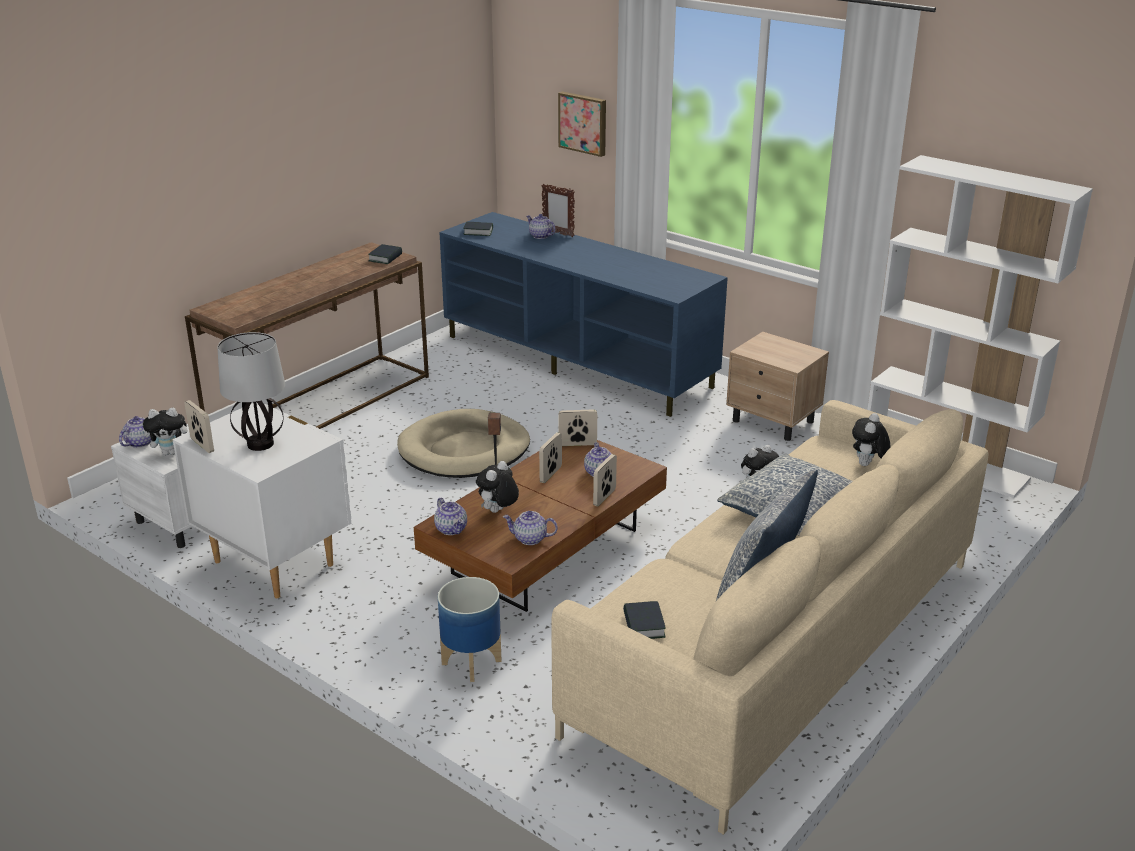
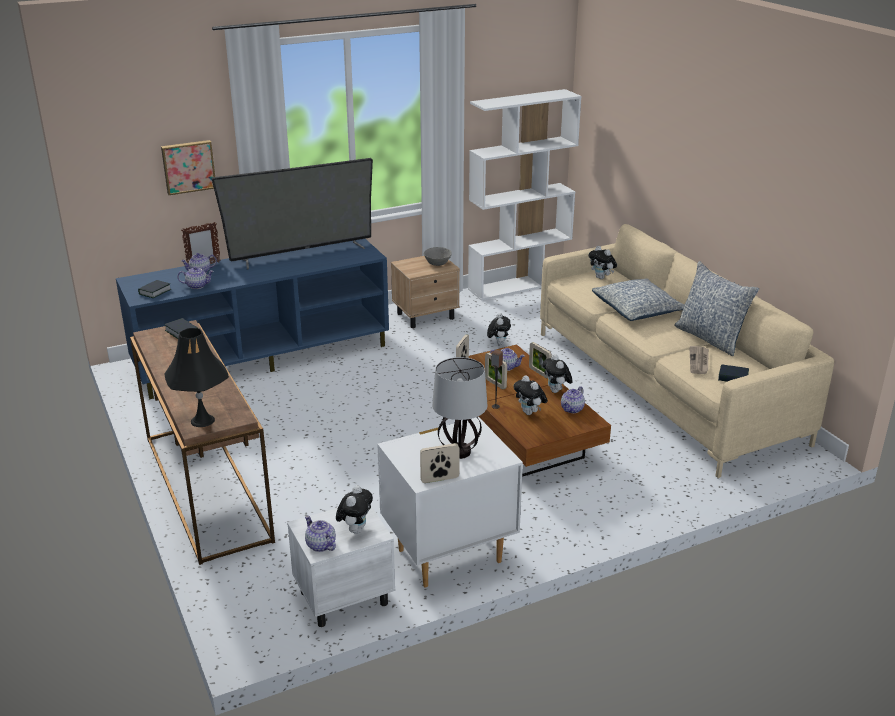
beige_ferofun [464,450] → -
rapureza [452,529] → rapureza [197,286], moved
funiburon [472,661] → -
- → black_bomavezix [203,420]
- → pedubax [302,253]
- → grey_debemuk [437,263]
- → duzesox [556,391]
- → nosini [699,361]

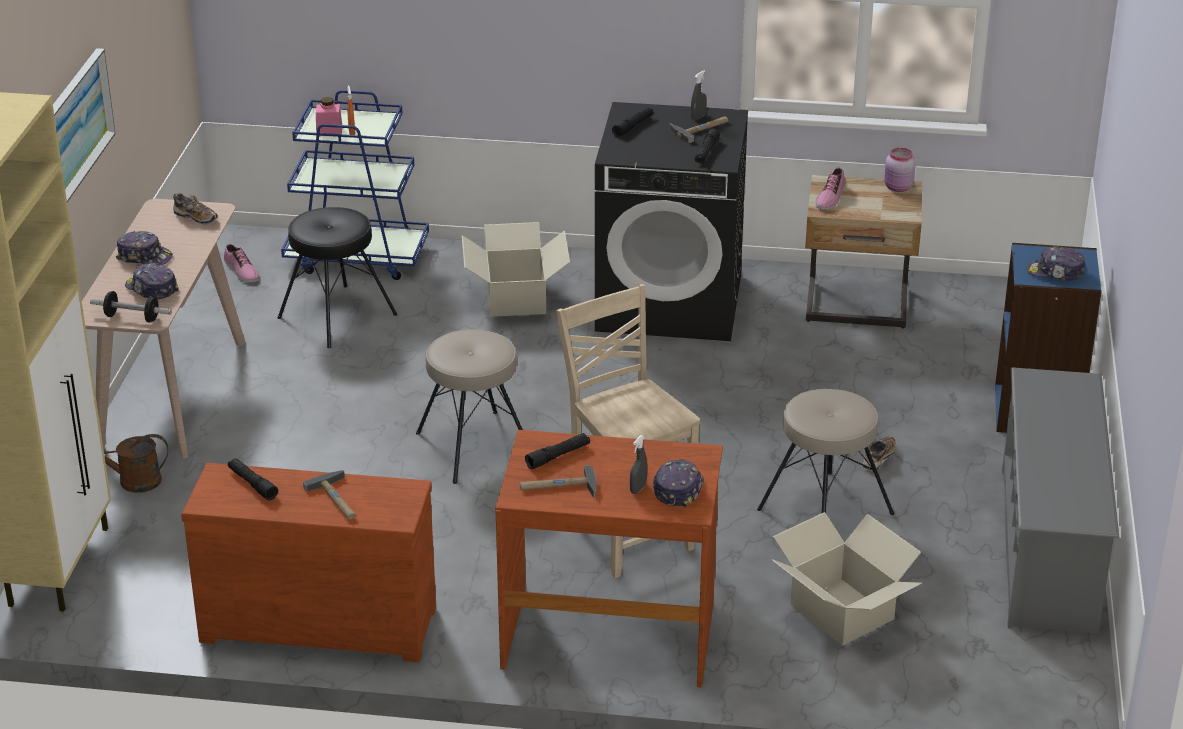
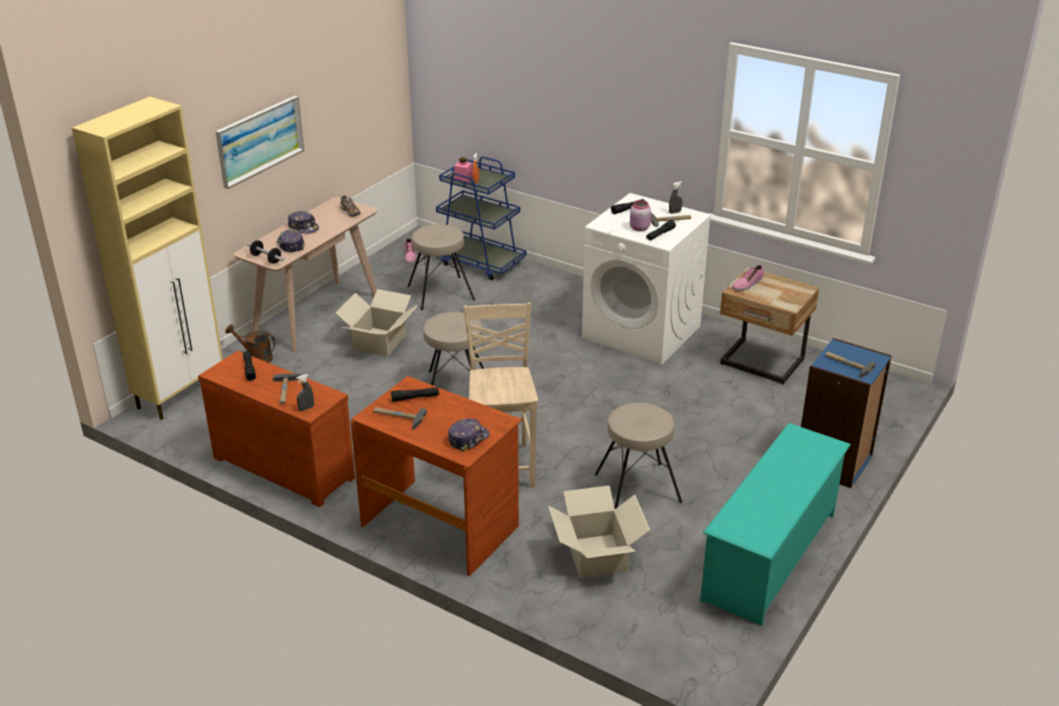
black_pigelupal [336,316] → beige_pigelupal [440,292]
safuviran [517,298] → safuviran [380,342], moved
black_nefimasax [670,303] → white_nefimasax [642,332]
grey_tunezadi [638,489] → grey_tunezadi [306,408], moved
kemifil [878,458] → -
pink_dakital [898,188] → pink_dakital [639,228], moved
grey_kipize [1047,548] → turquoise_kipize [770,556]
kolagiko [1055,273] → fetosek [847,365]

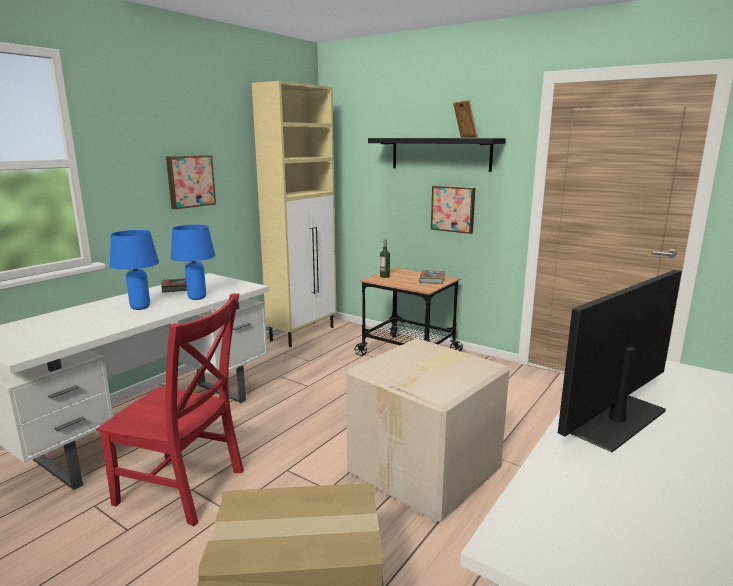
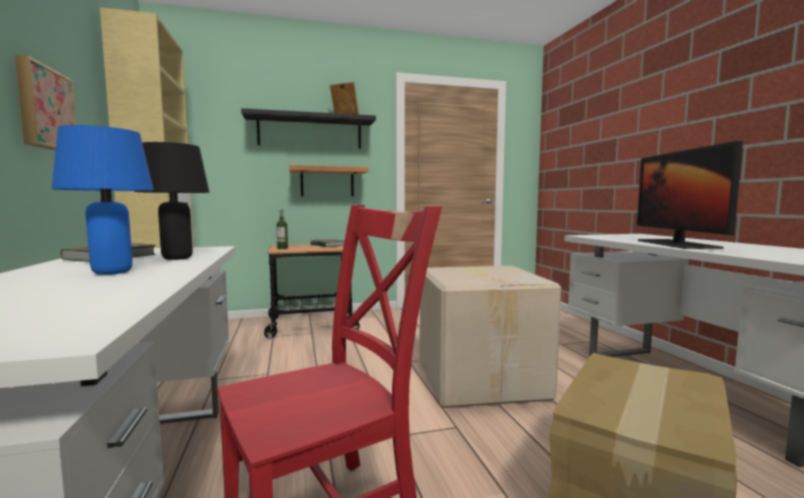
blue_bomavezix [197,298] → black_bomavezix [177,258]
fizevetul [453,208] → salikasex [327,182]

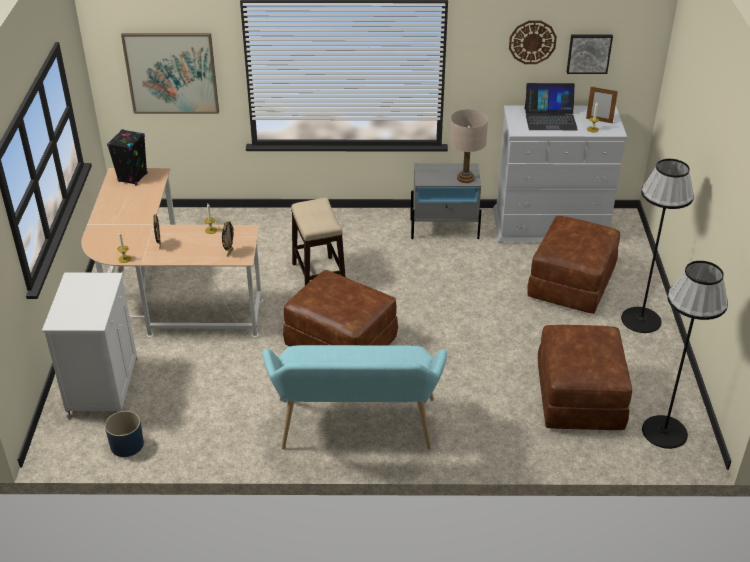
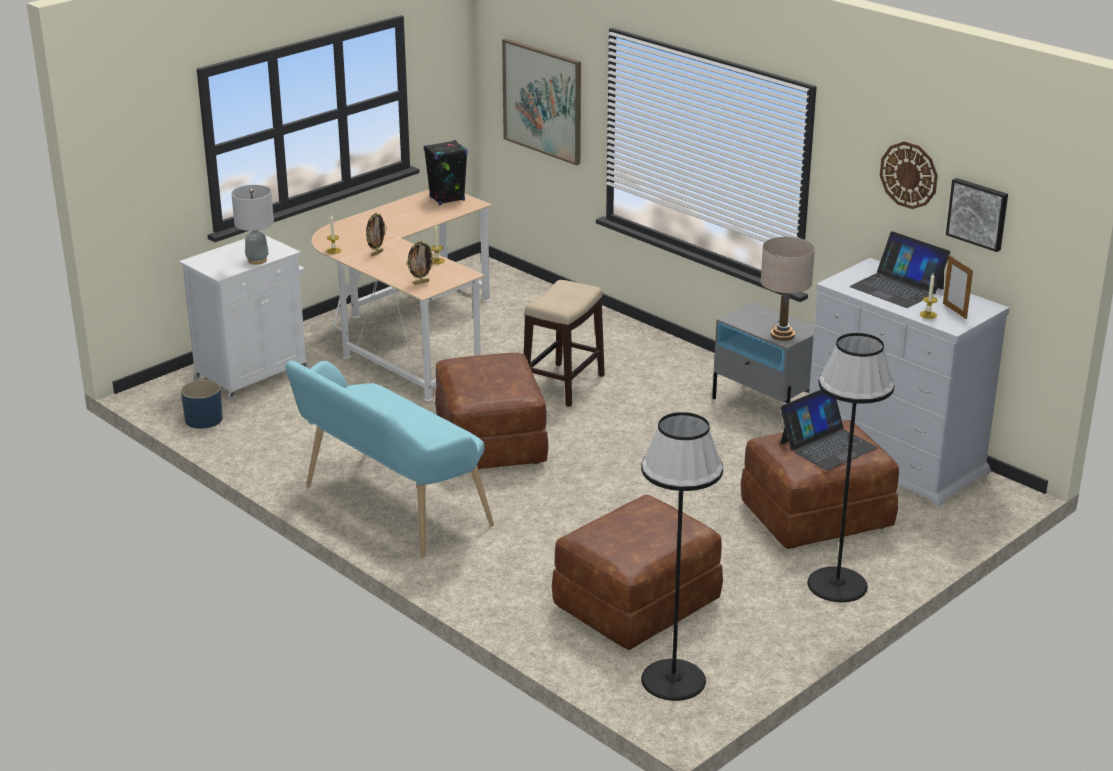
- → grey_bomavezix [257,260]
- → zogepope [827,445]

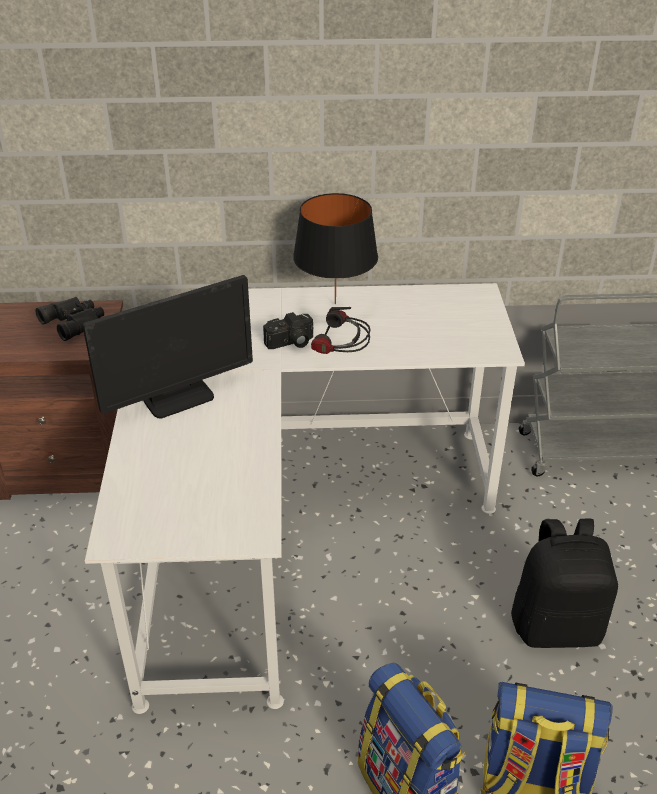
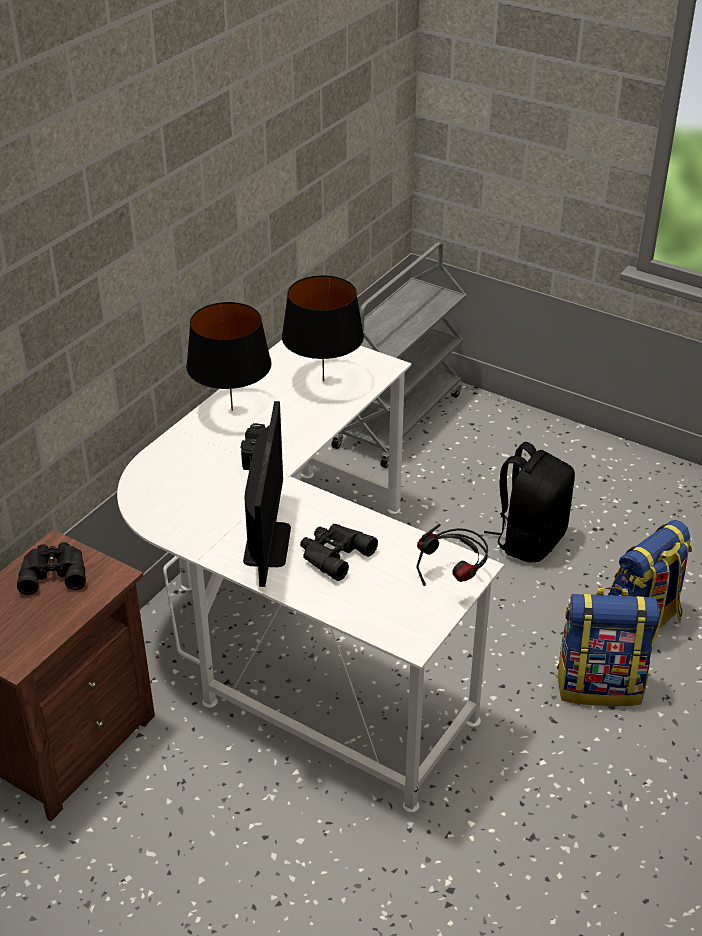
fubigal [341,361] → fubigal [454,579], moved
- → black_bomavezix [323,381]
- → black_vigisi [333,554]

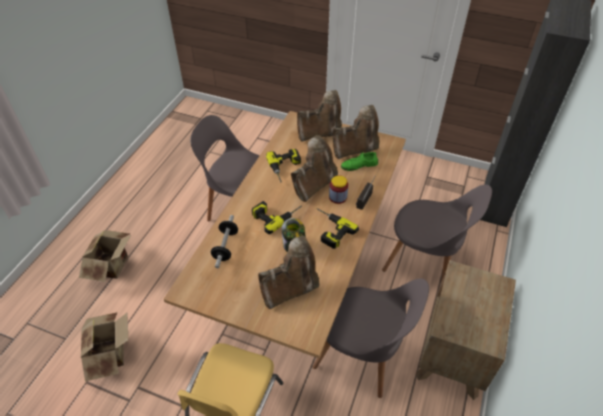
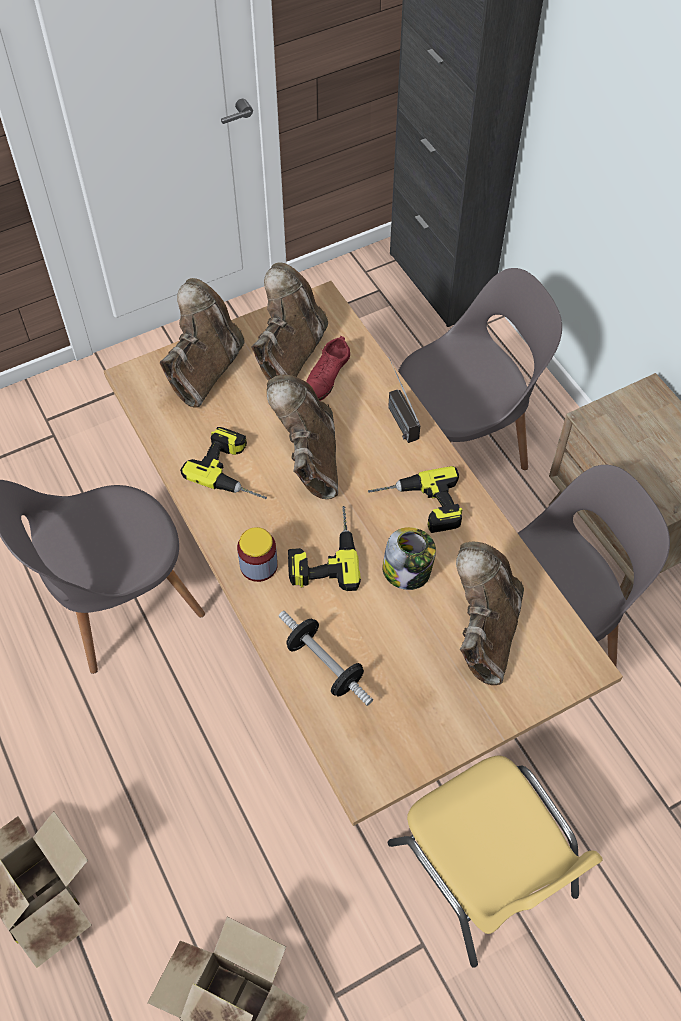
dakital [338,197] → dakital [258,565], moved
green_kemifil [359,165] → red_kemifil [327,375]

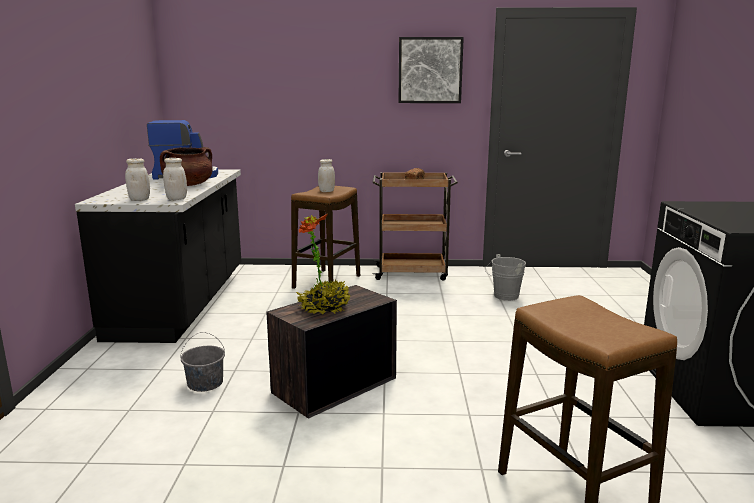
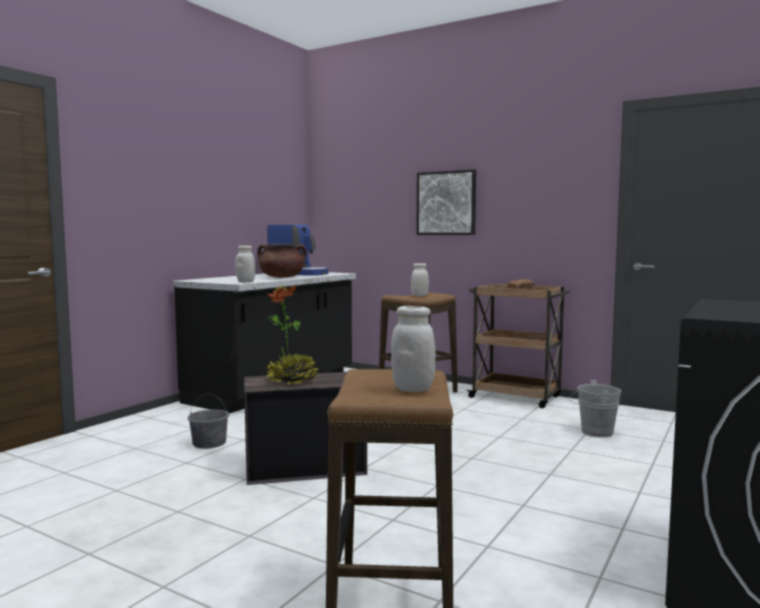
white_dakital [139,199] → white_dakital [413,389], moved
fizevetul [430,70] → fizevetul [446,203], moved

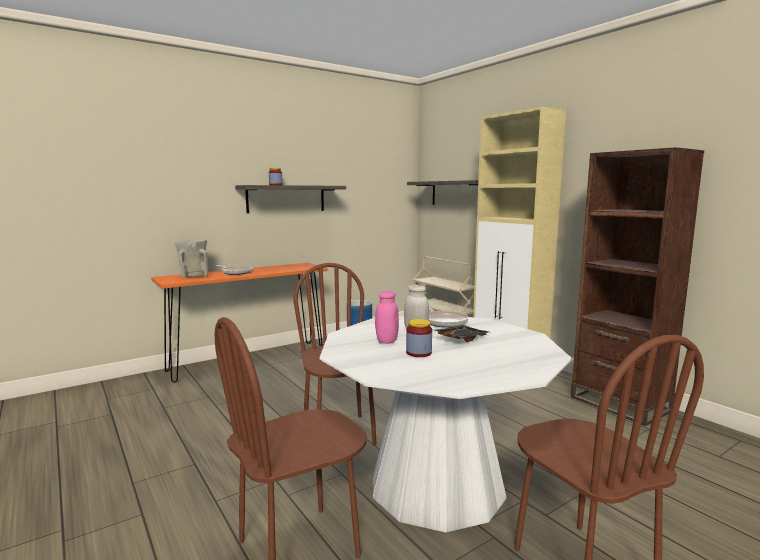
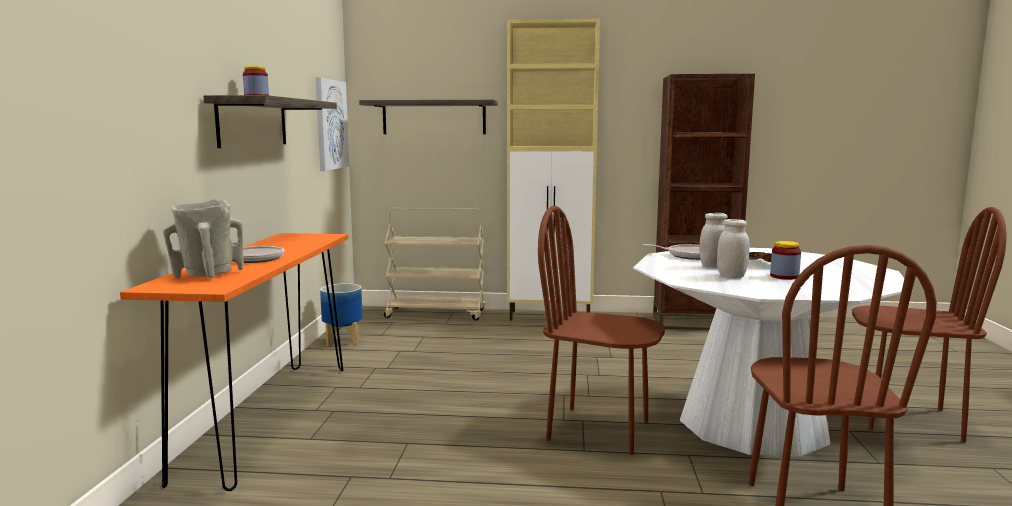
pink_dakital [386,341] → white_dakital [731,276]
- → fizevetul [331,124]

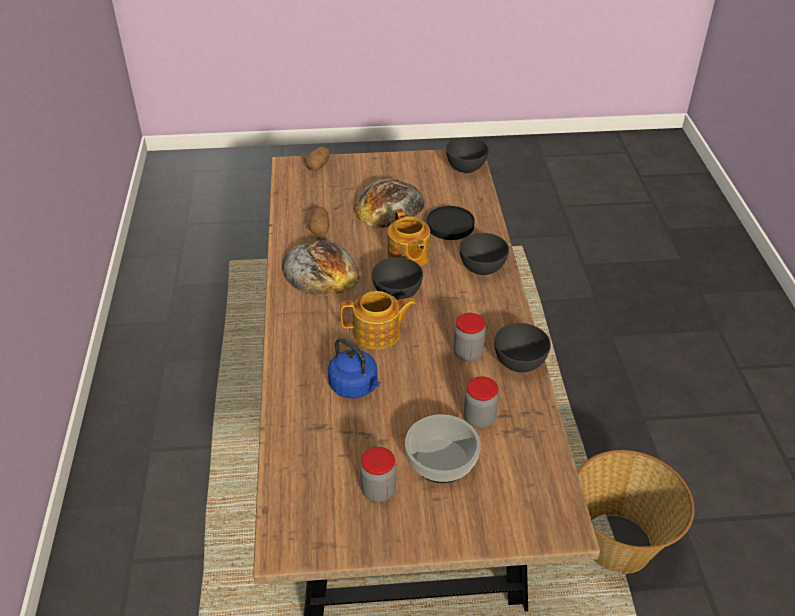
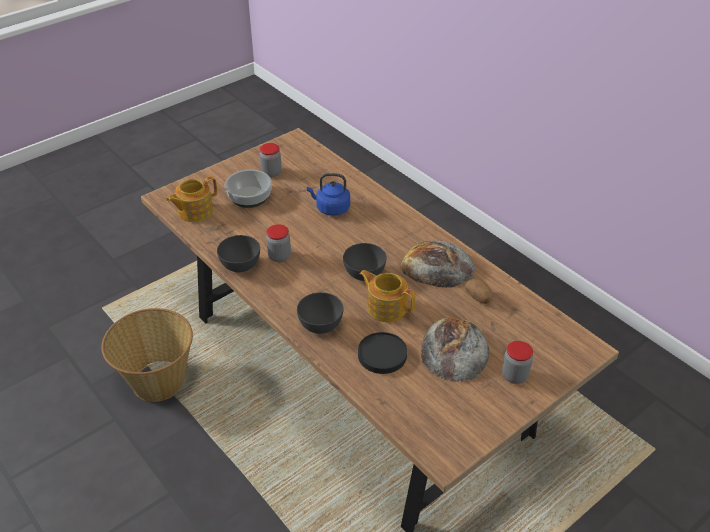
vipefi [318,166] → -
rapureza [378,333] → rapureza [194,211], moved
grey_debemuk [465,168] → -
dakital [479,419] → dakital [514,376], moved

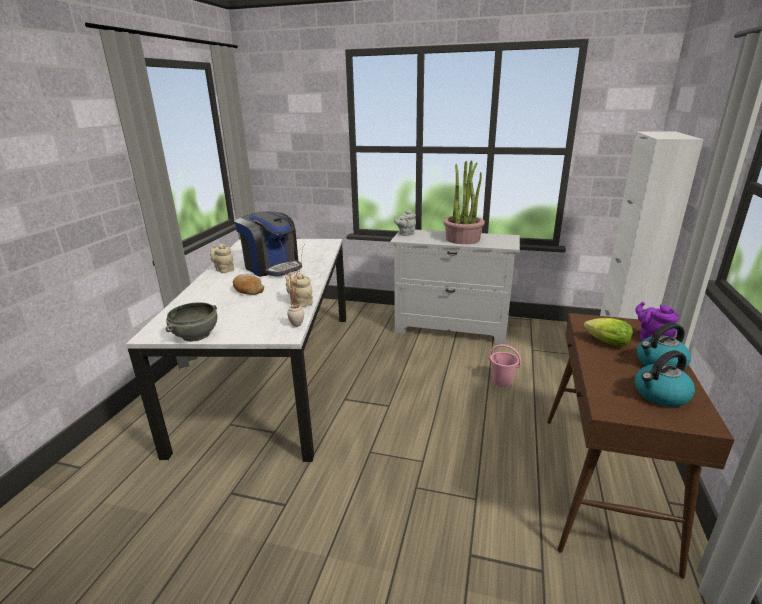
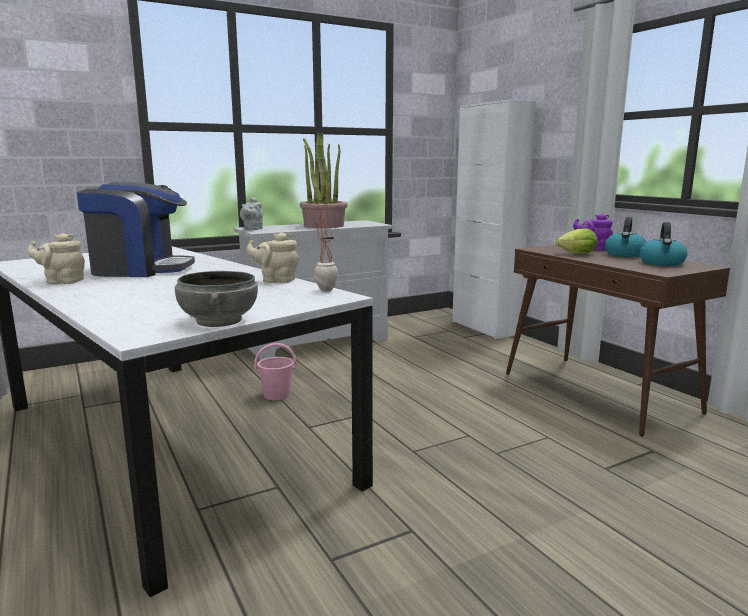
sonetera [248,290] → -
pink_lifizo [502,381] → pink_lifizo [277,395], moved

